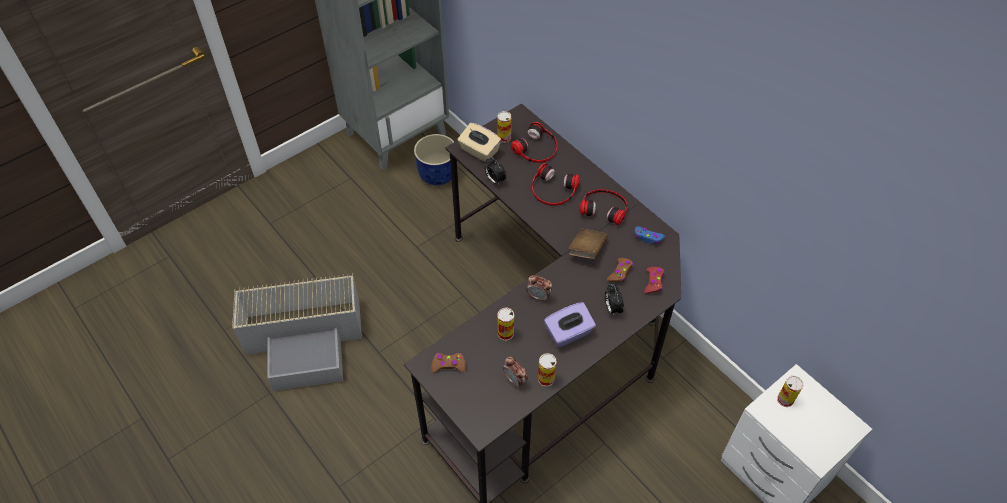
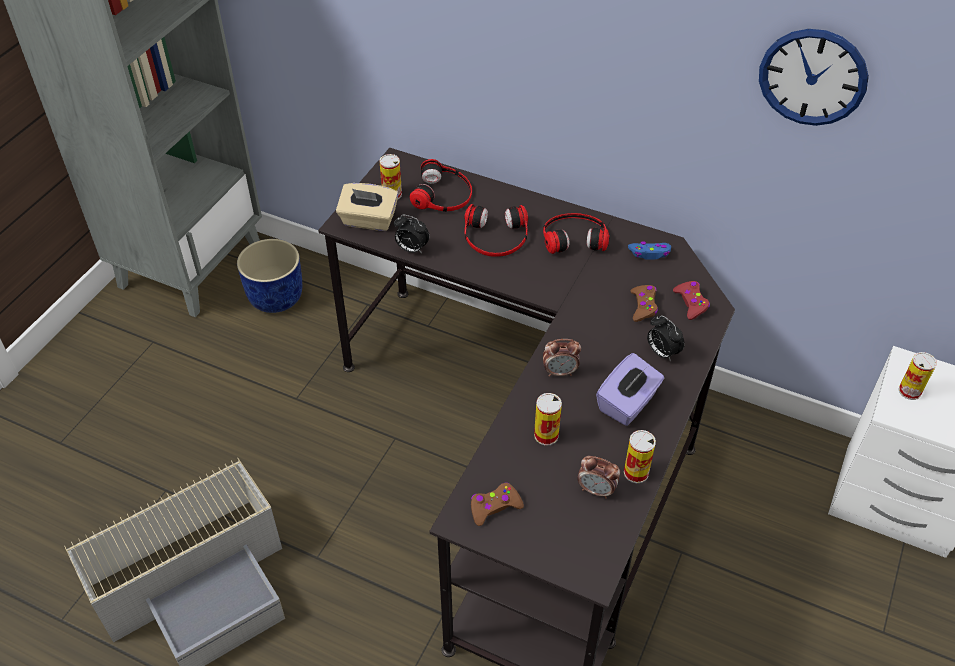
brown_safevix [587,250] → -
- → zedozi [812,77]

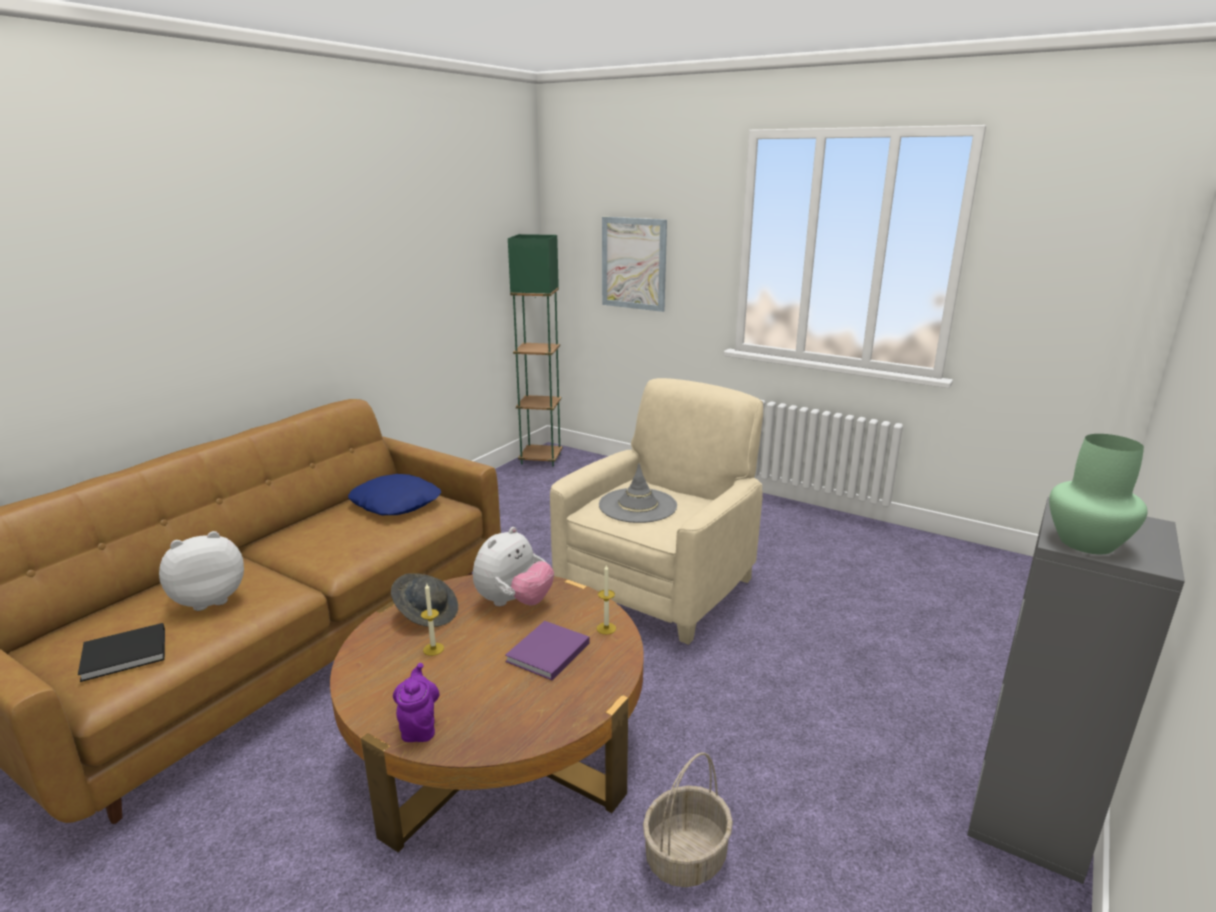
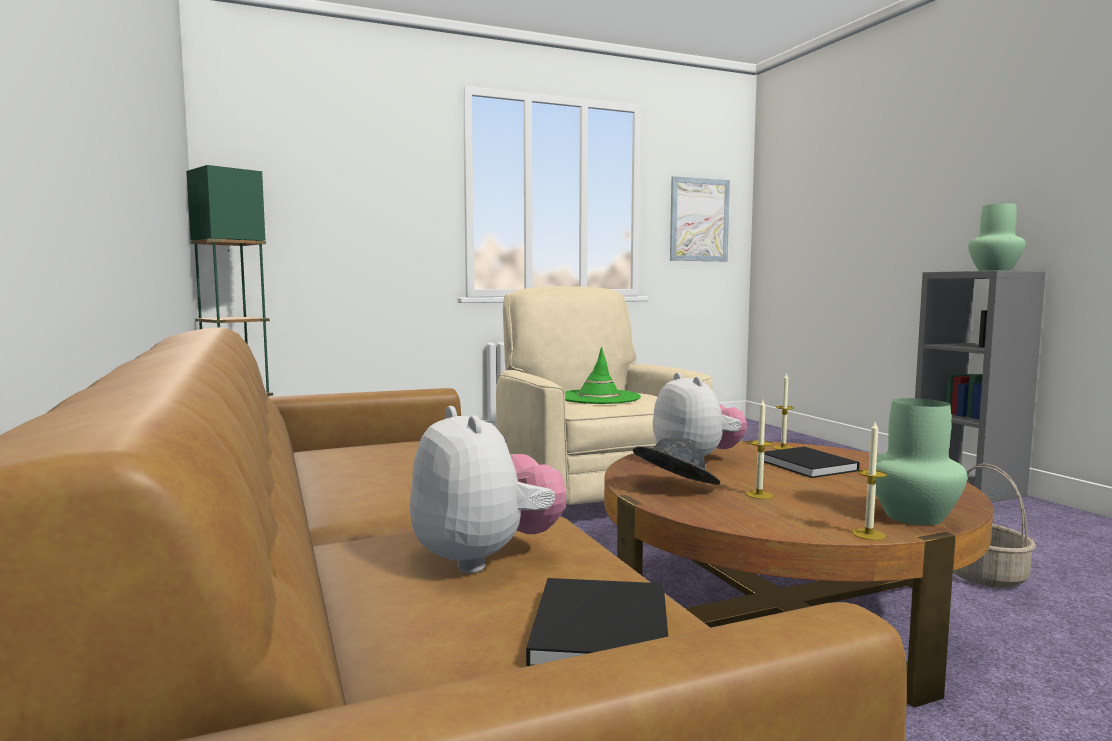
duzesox [209,599] → duzesox [485,558], 150 degrees clockwise
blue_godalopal [396,503] → -
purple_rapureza [419,727] → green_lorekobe [915,517]
purple_safevix [546,653] → black_safevix [809,466]
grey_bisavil [637,506] → green_bisavil [598,397]
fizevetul [634,263] → fizevetul [699,220], moved
- → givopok [868,534]

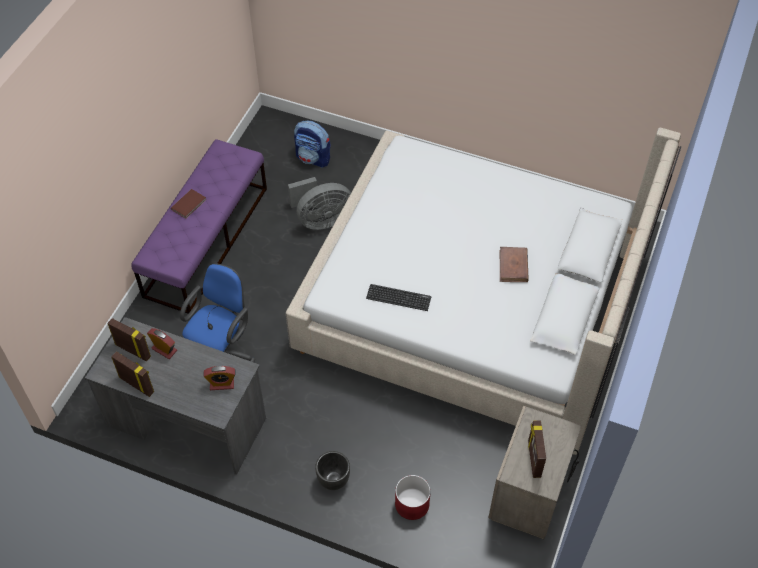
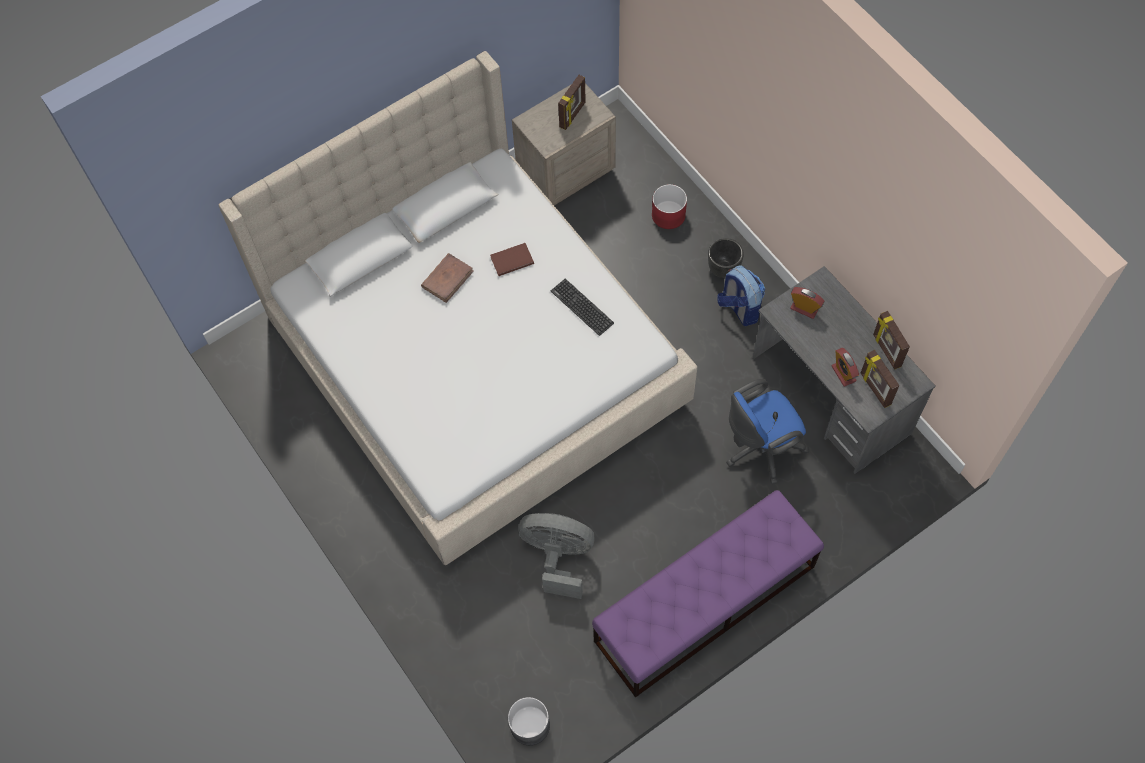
brown_safevix [189,204] → brown_safevix [511,260], moved
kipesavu [313,158] → kipesavu [739,308], moved
- → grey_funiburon [529,725]

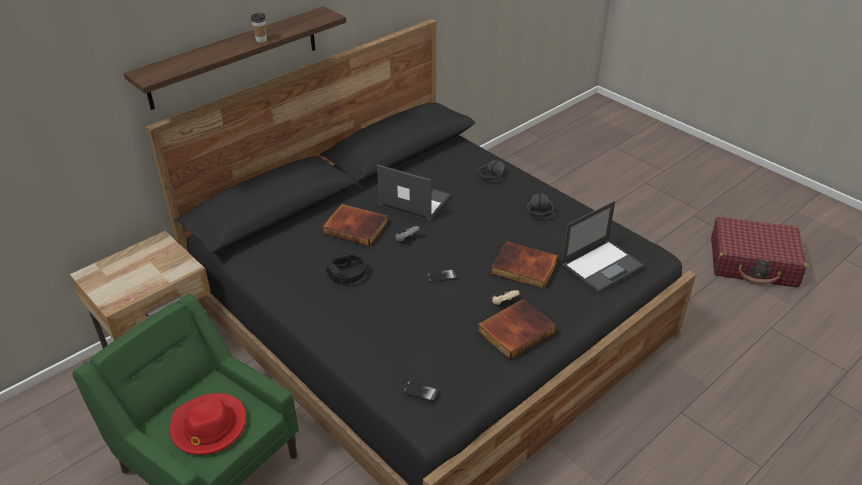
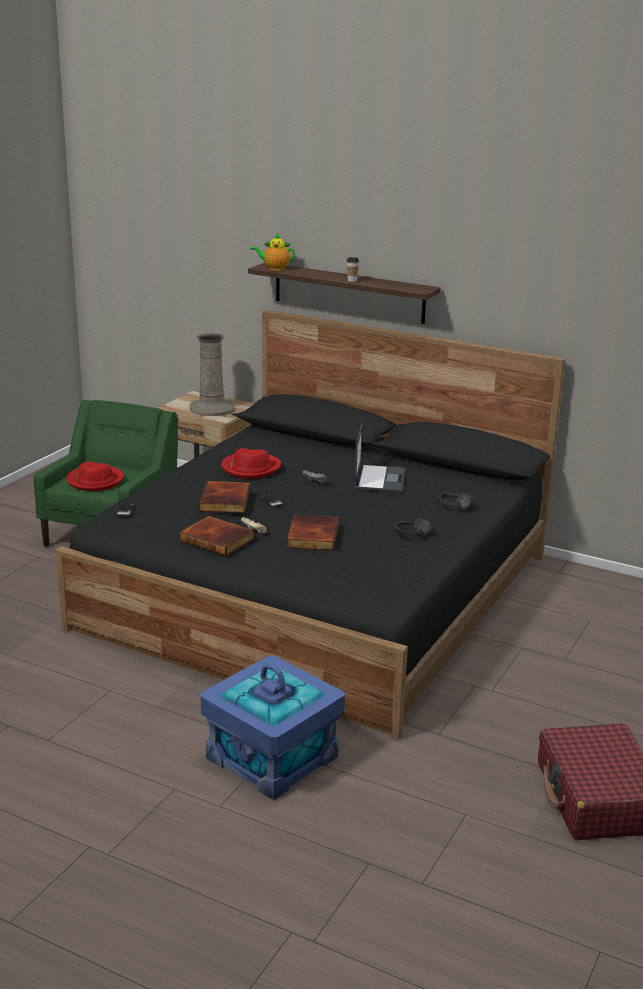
safevix [356,227] → safevix [226,501], moved
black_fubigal [347,274] → red_bisavil [250,468]
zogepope [602,265] → -
- → beige_lorekobe [212,409]
- → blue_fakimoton [273,757]
- → rapureza [274,268]

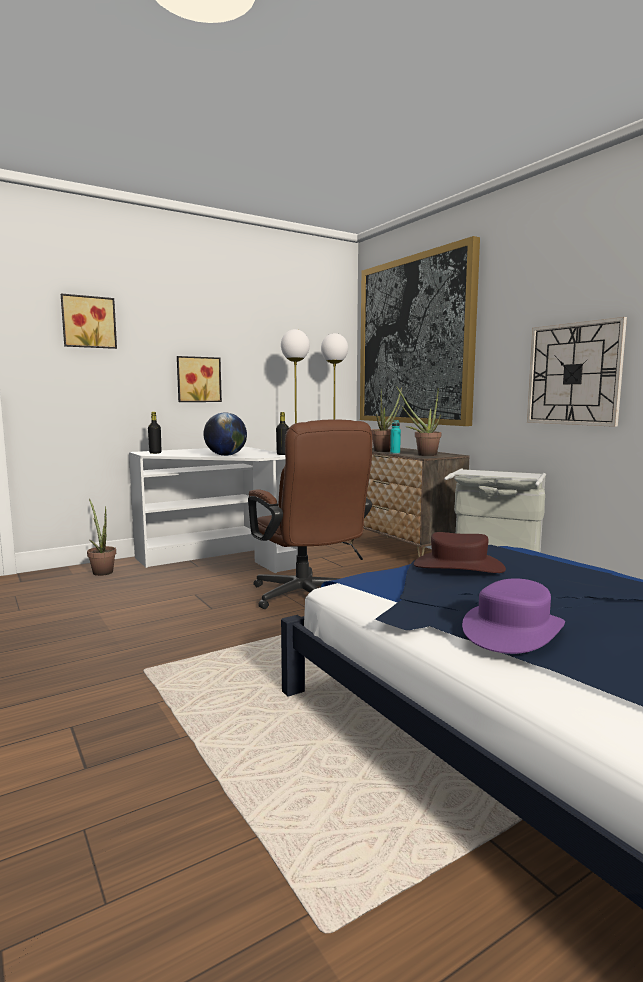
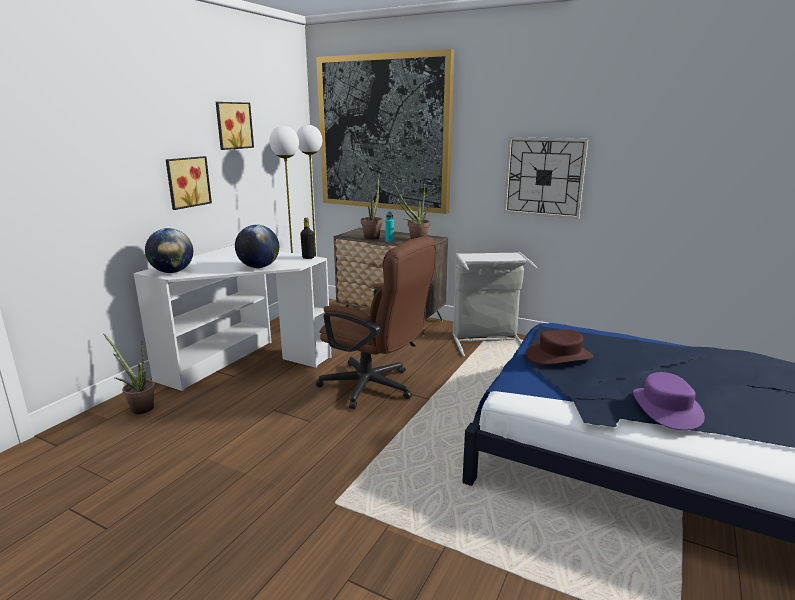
fizevetul [88,322] → fizevetul [233,125], moved
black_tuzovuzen [155,453] → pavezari [172,272]

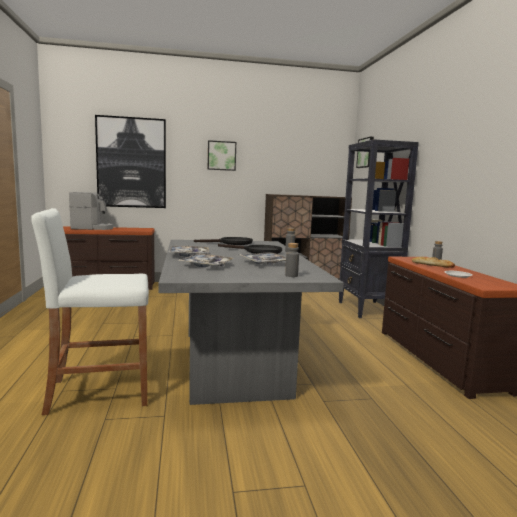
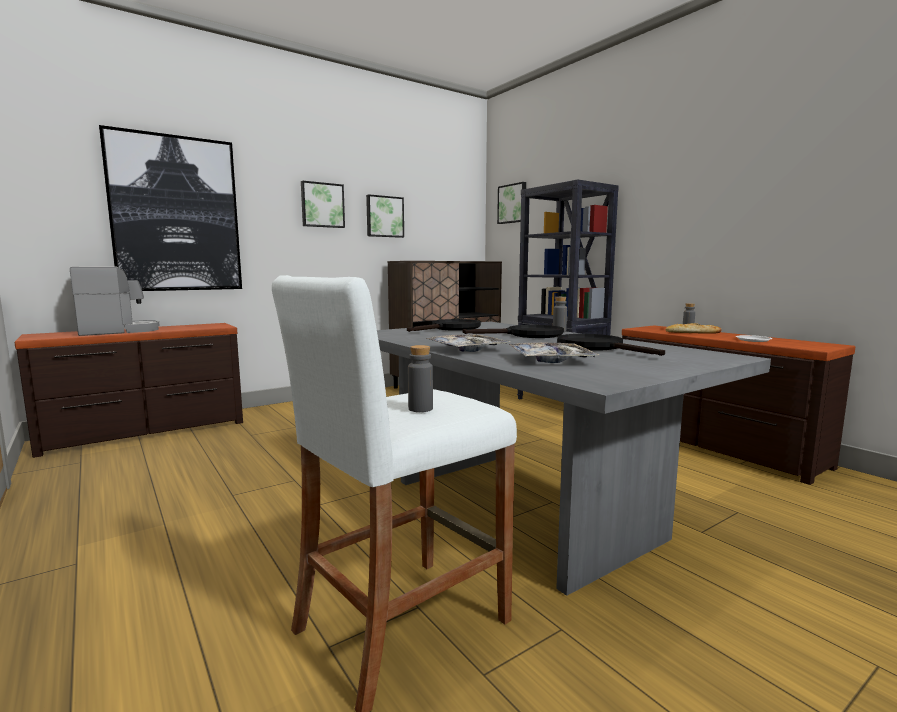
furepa [264,263] → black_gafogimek [597,347]
grey_tuzovuzen [291,275] → grey_tuzovuzen [420,409], moved
- → fizevetul [384,216]

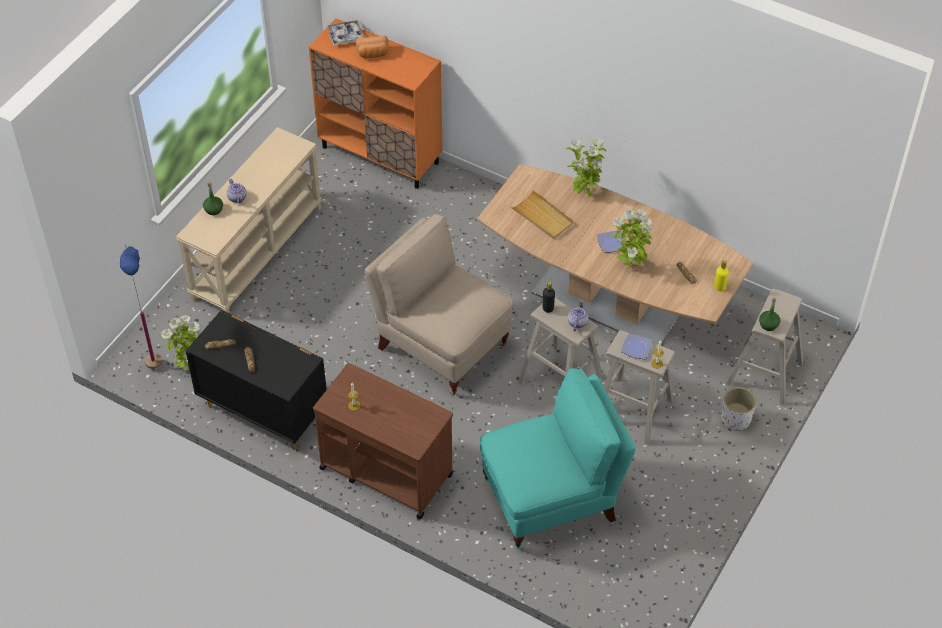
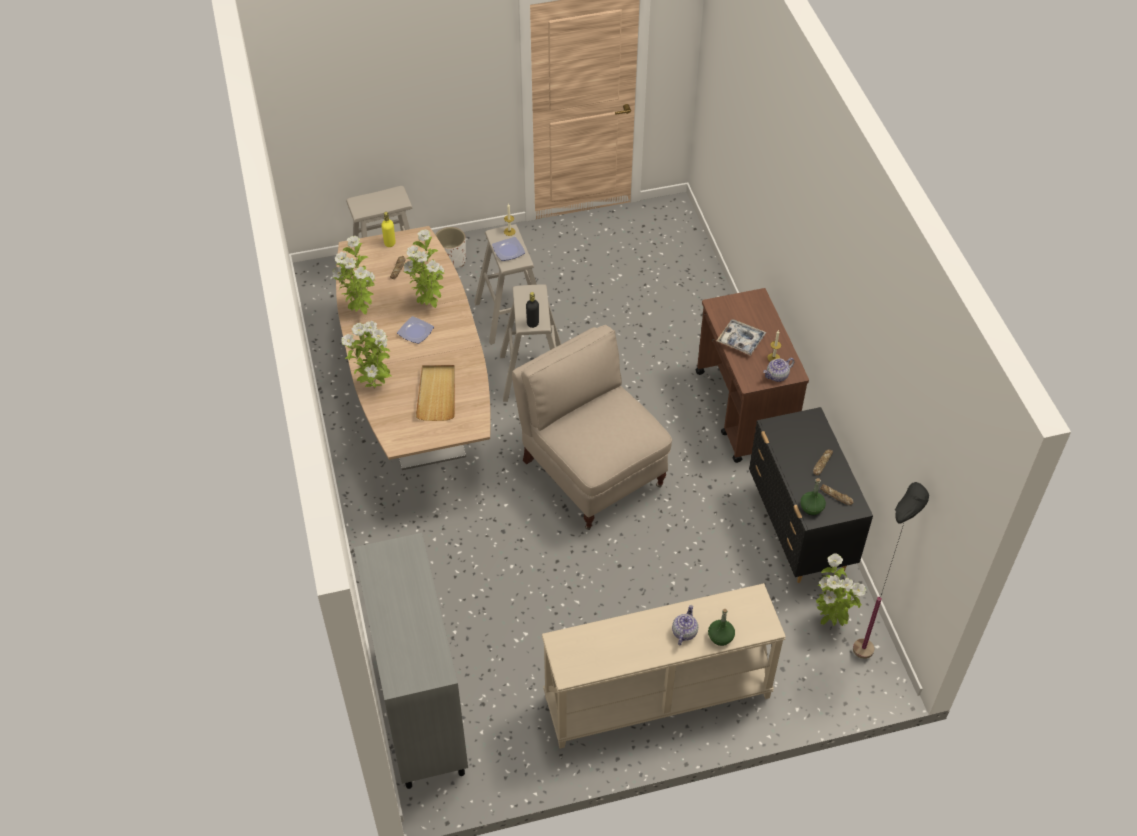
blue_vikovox [157,376] → black_vikovox [868,638]
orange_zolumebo [380,155] → grey_zolumebo [420,710]
furepa [345,36] → furepa [740,340], moved
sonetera [373,54] → -
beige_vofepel [441,345] → beige_vofepel [591,472], 150 degrees clockwise
turquoise_vofepel [551,499] → -
rapureza [577,322] → rapureza [777,376], moved
green_tuzovuzen [768,324] → green_tuzovuzen [811,508], moved
- → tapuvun [360,311]

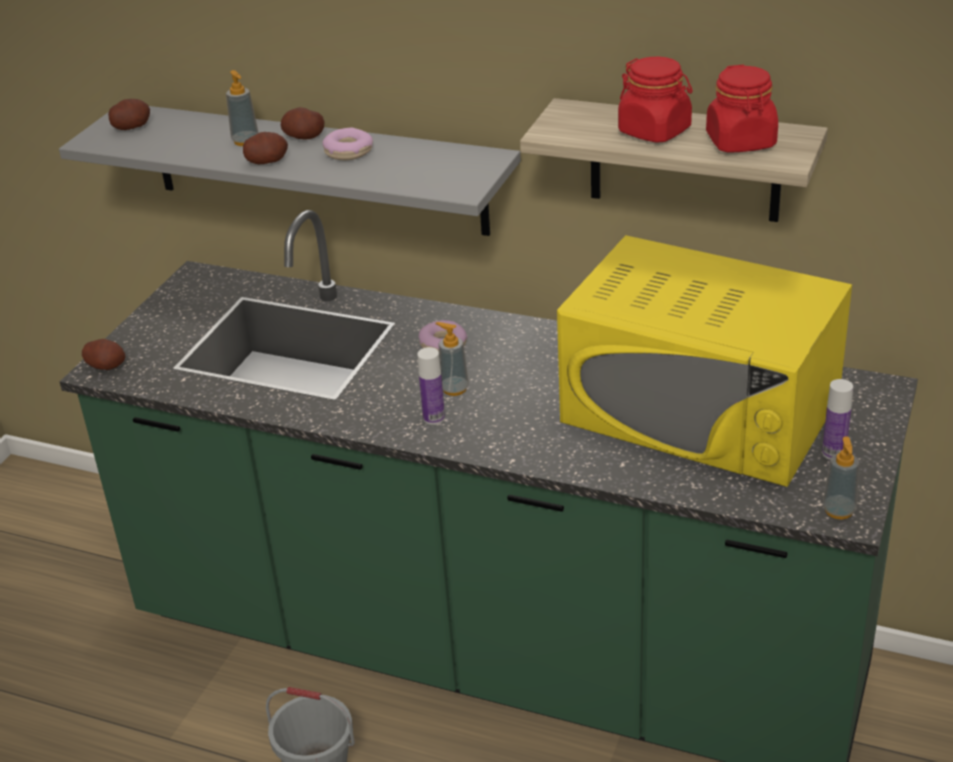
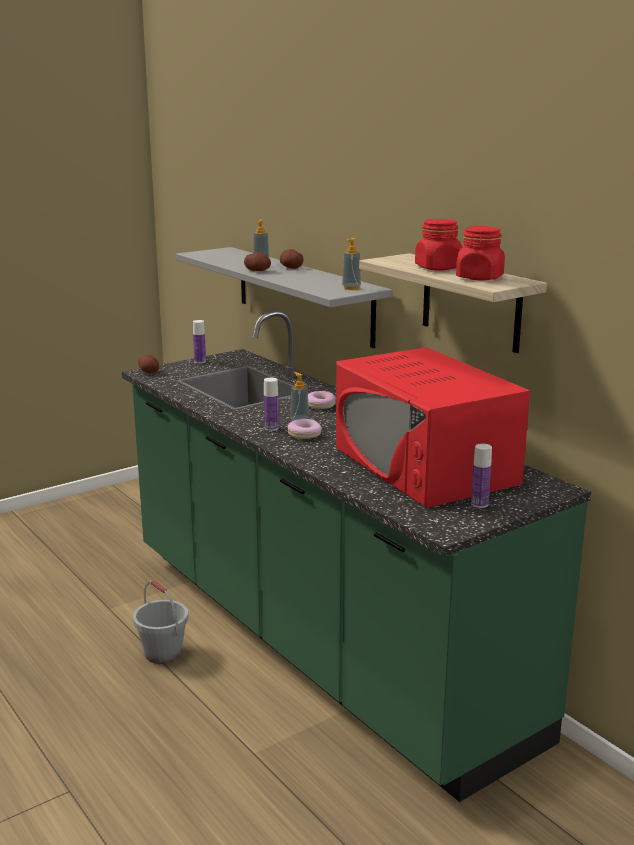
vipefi [132,127] → -
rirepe [348,152] → rirepe [304,434], moved
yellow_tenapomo [700,410] → red_tenapomo [424,465]
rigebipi [839,510] → rigebipi [351,288], moved
- → tuzovuzen [200,361]

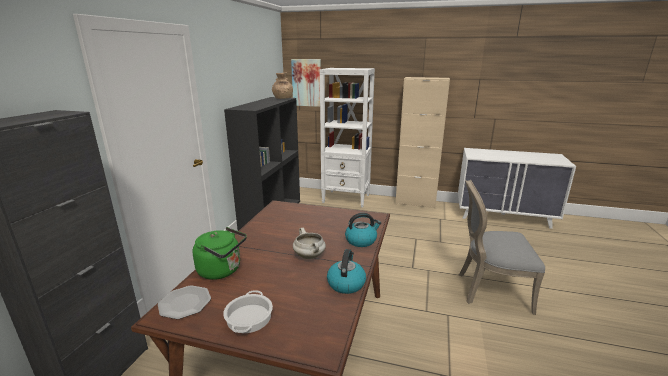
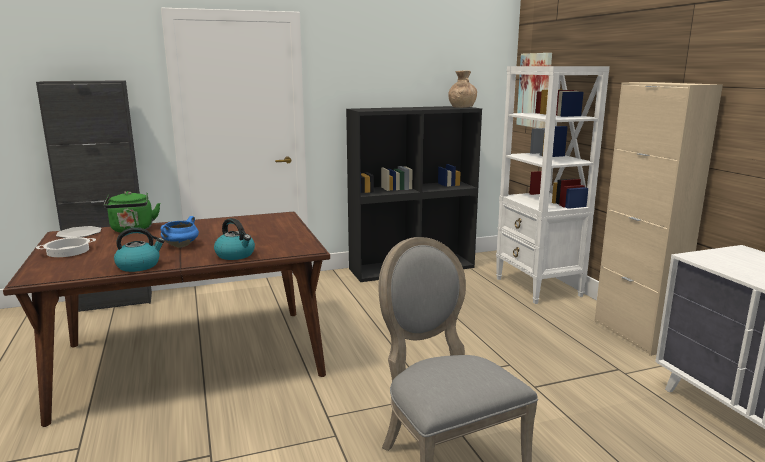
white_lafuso [310,256] → blue_lafuso [181,246]

